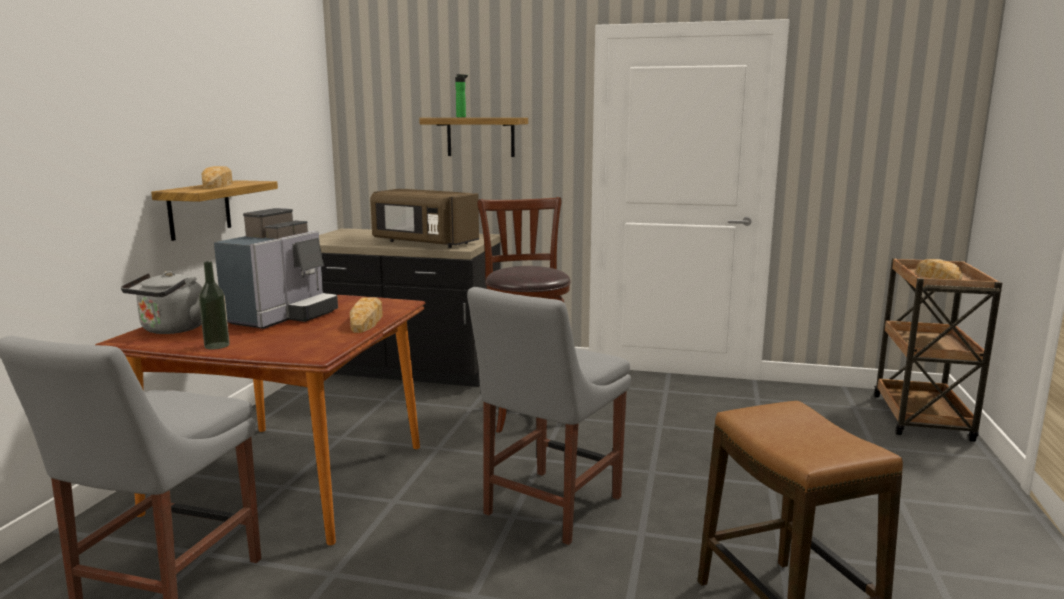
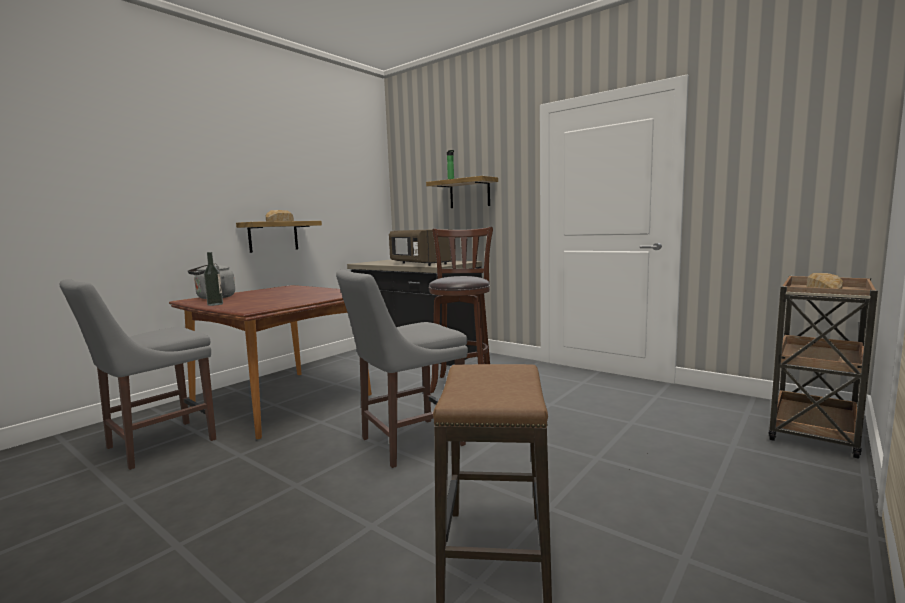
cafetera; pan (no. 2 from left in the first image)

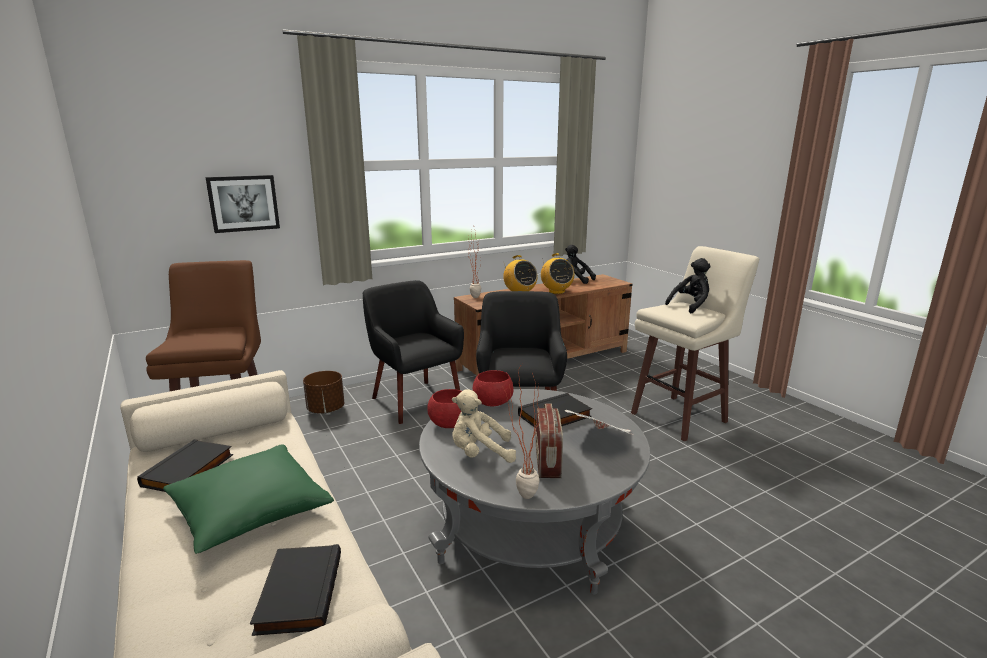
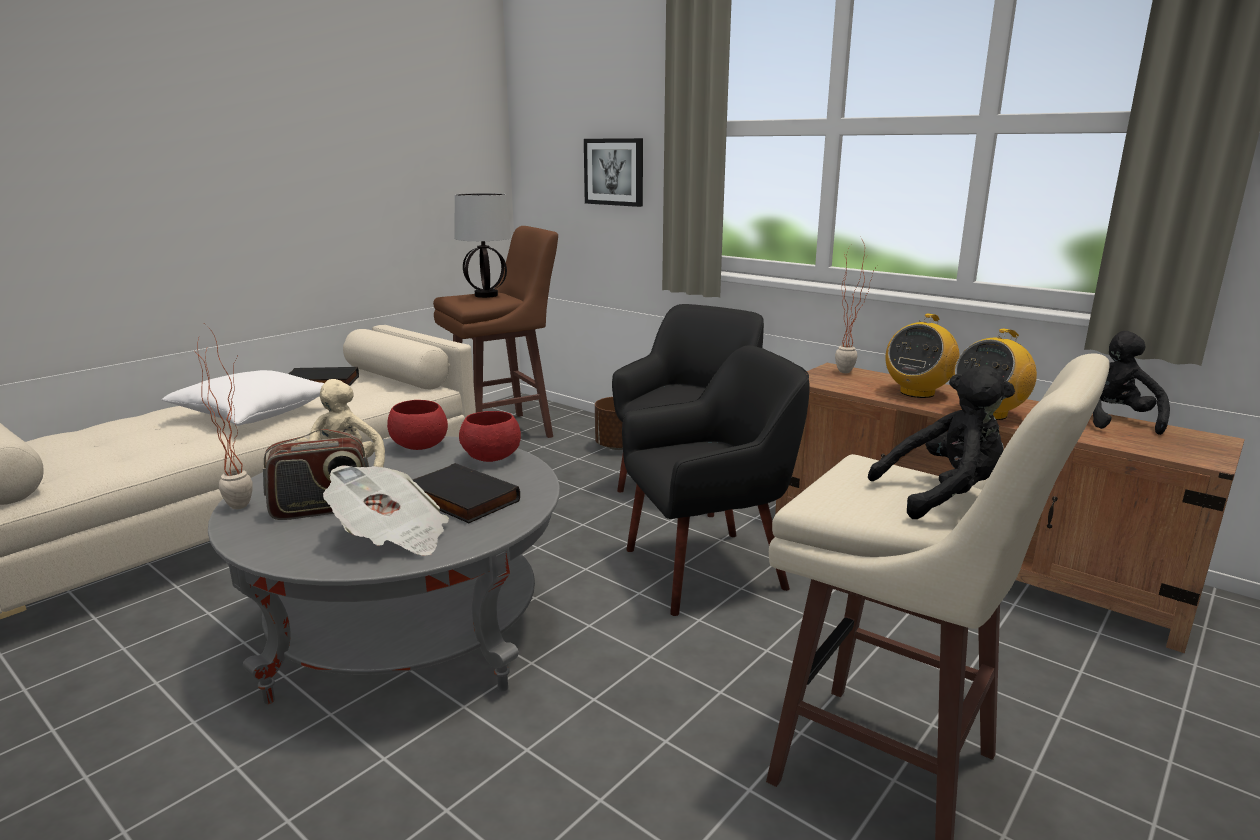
cojín [blanco]; lámpara de mesa; peluche [negro] (no. 1 from left); libro [negro] (no. 2 from left in the first image)

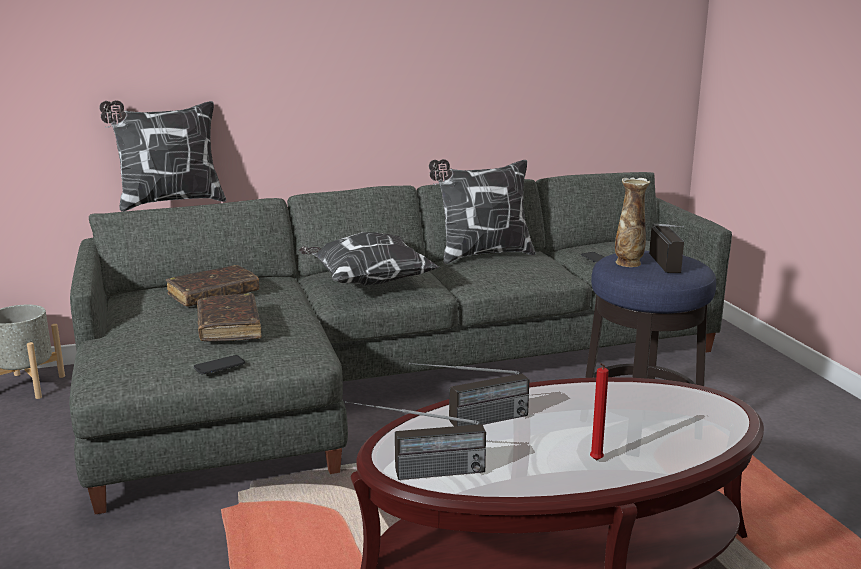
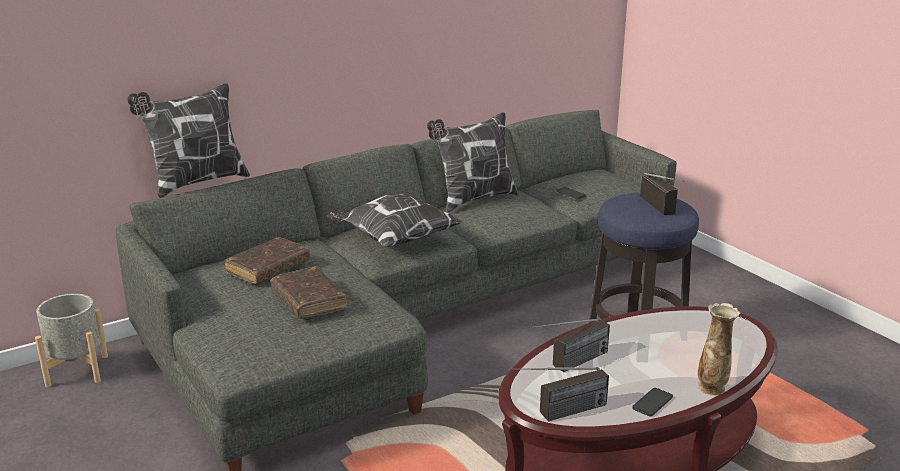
móvil (no. 2 from left); florero; vela [rojo]

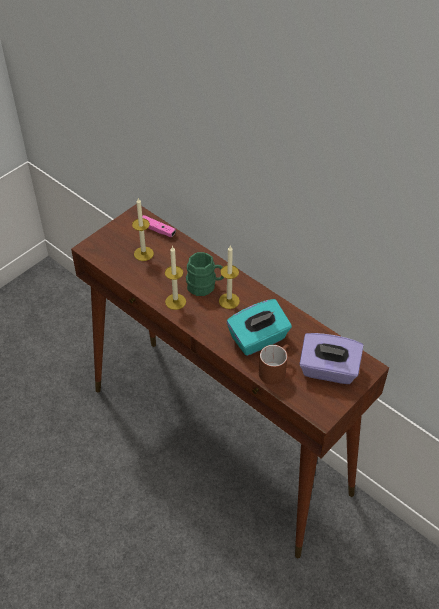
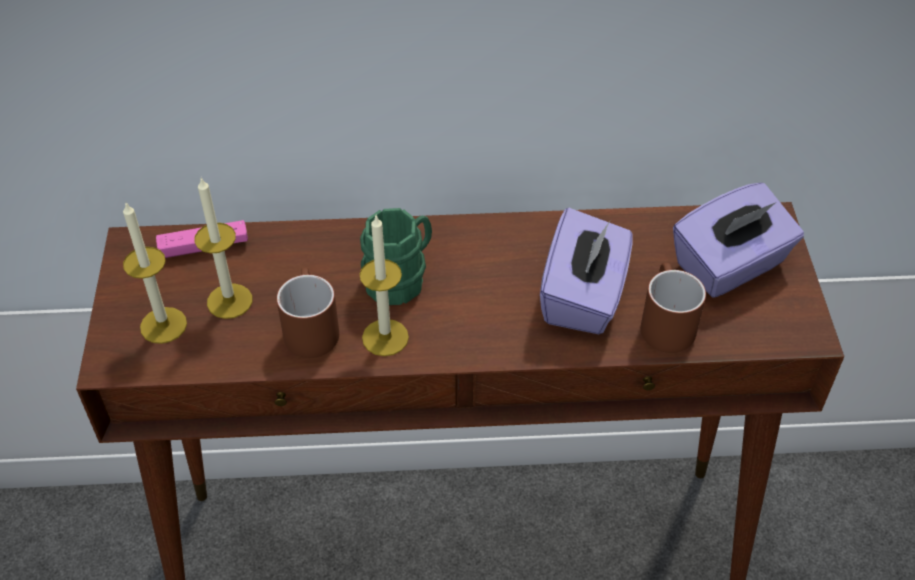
vela (no. 1 from left); taza grande [marrón] (no. 1 from left); caja de pañuelos [morado] (no. 1 from left)

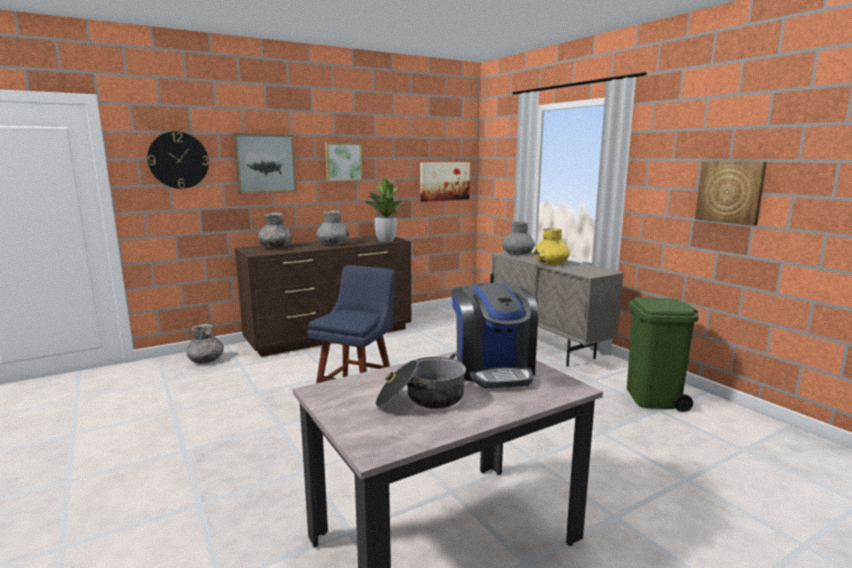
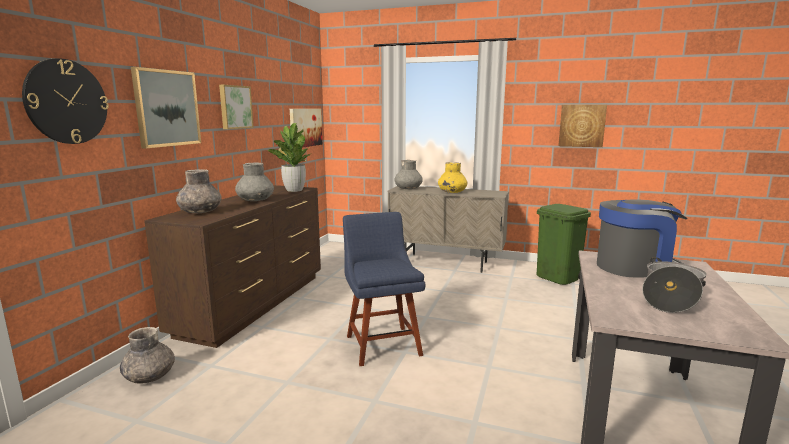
cafetera

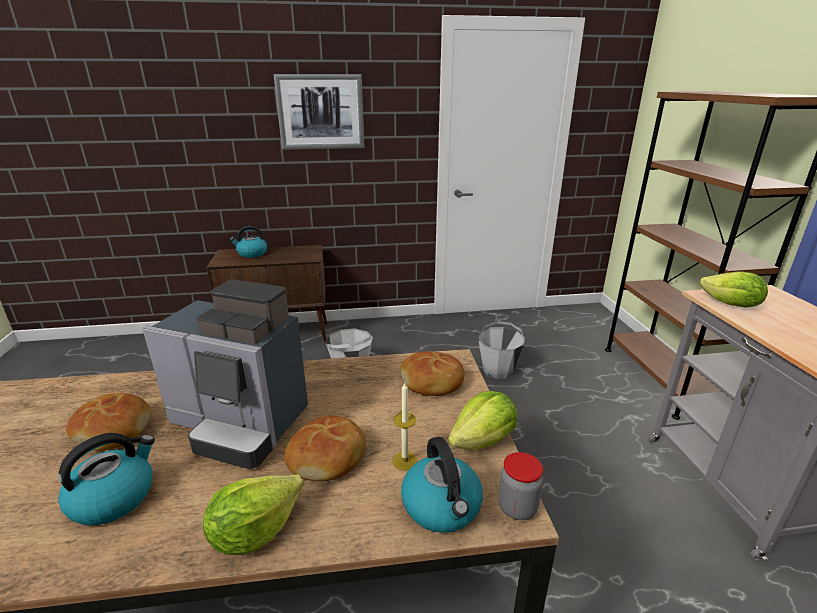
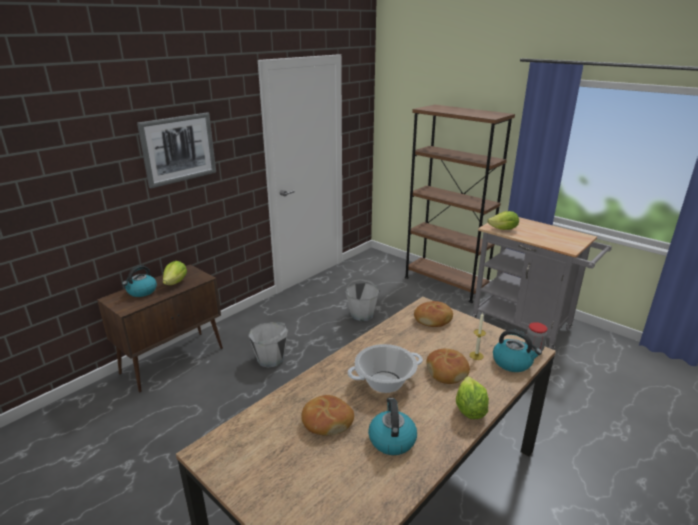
lechuga (no. 1 from left); olla

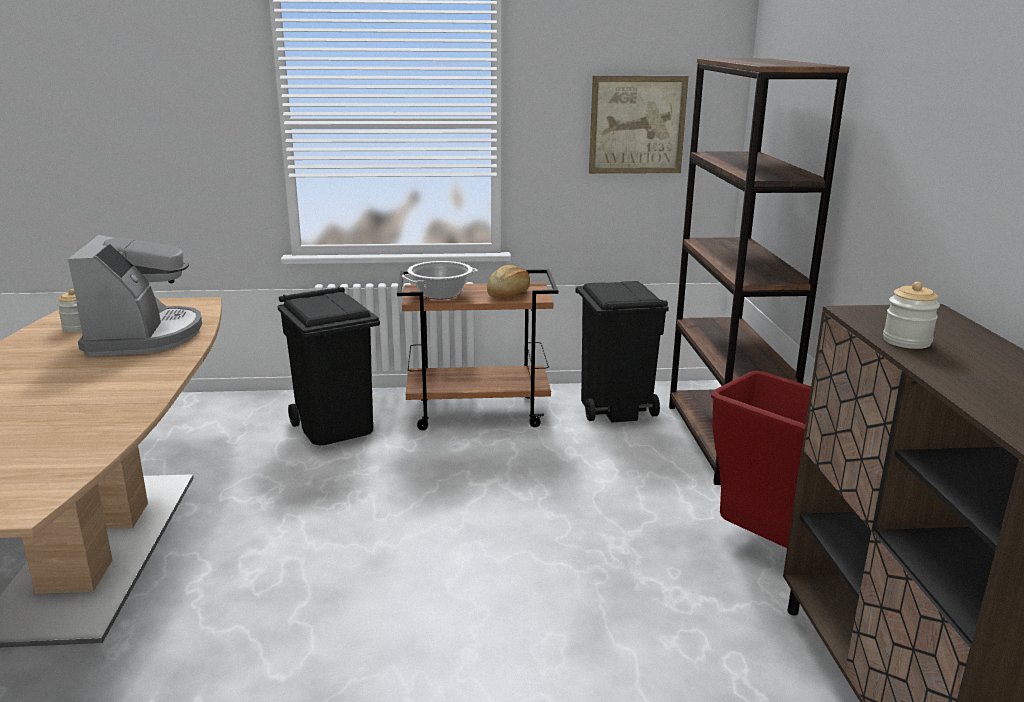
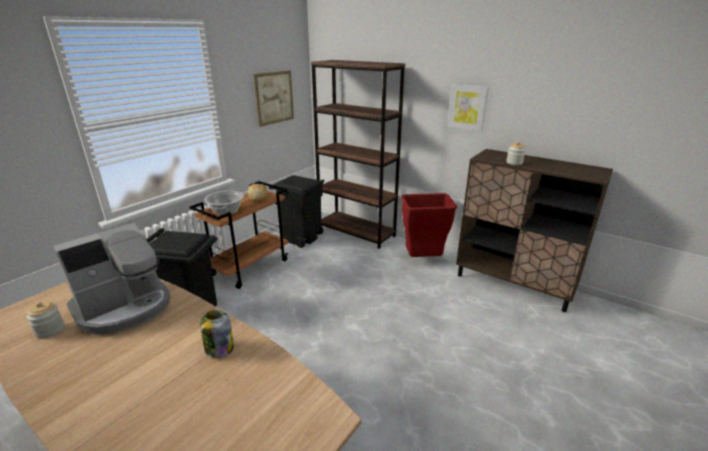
cafetera; tarro (no. 2 from left); cuadro (no. 2 from left)

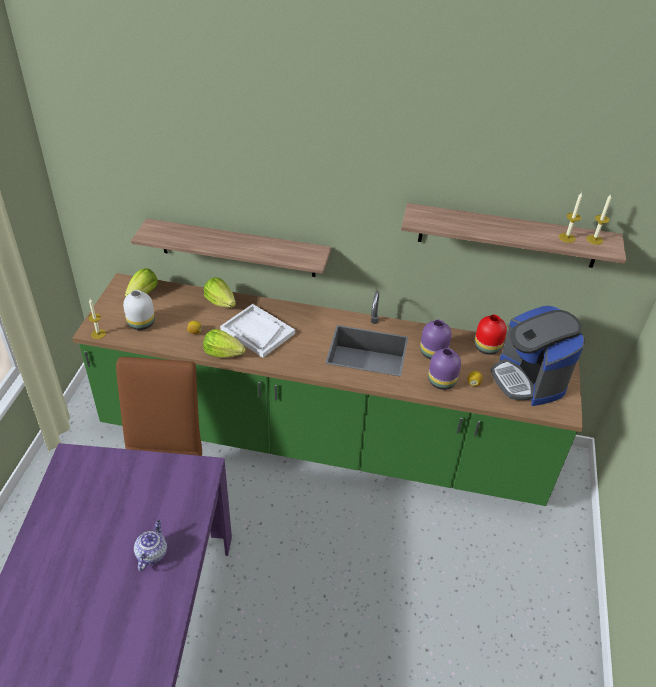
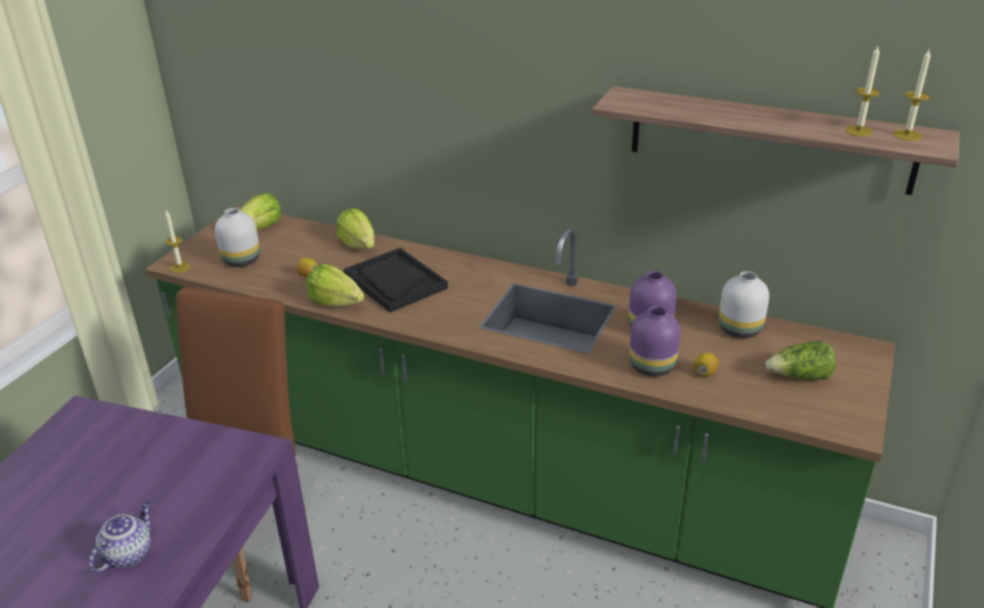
bandeja [negro]; florero [blanco] (no. 2 from left); lechuga (no. 4 from left); estante (no. 1 from left in the first image)

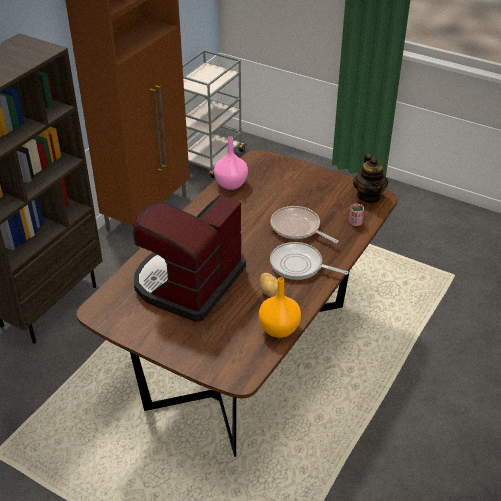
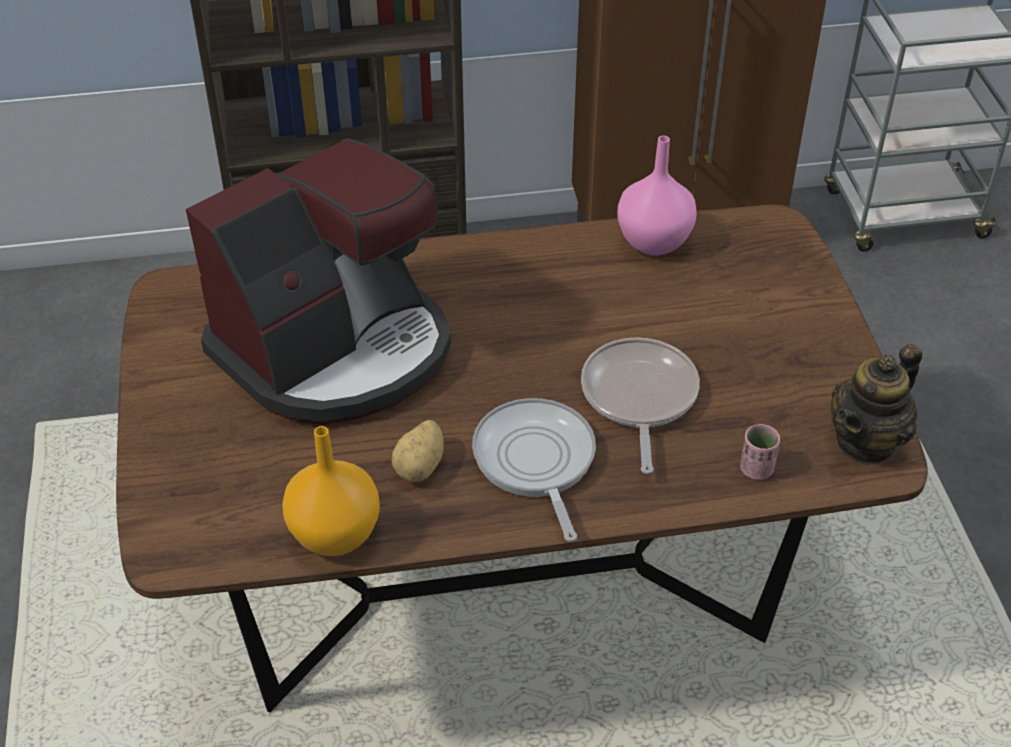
cafetera

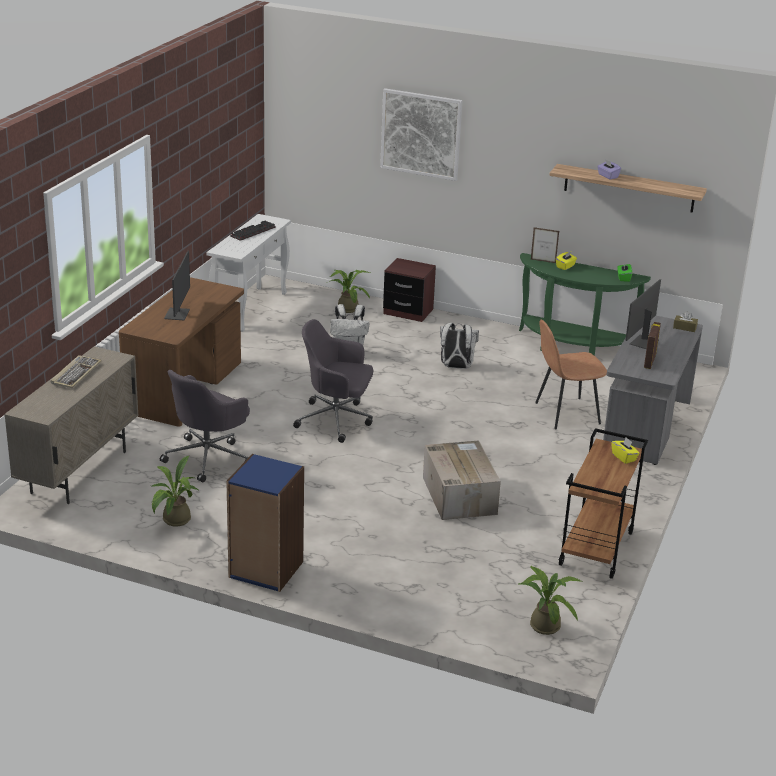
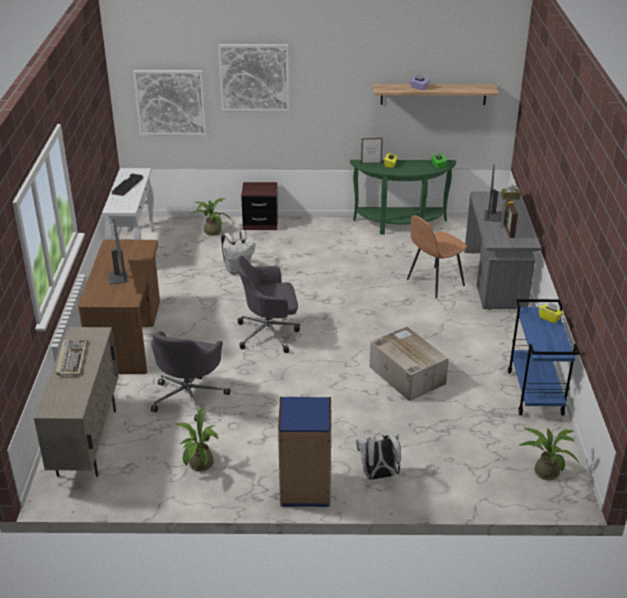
cuadro (no. 1 from left); mochila [blanco] (no. 2 from left); carrito [azul]

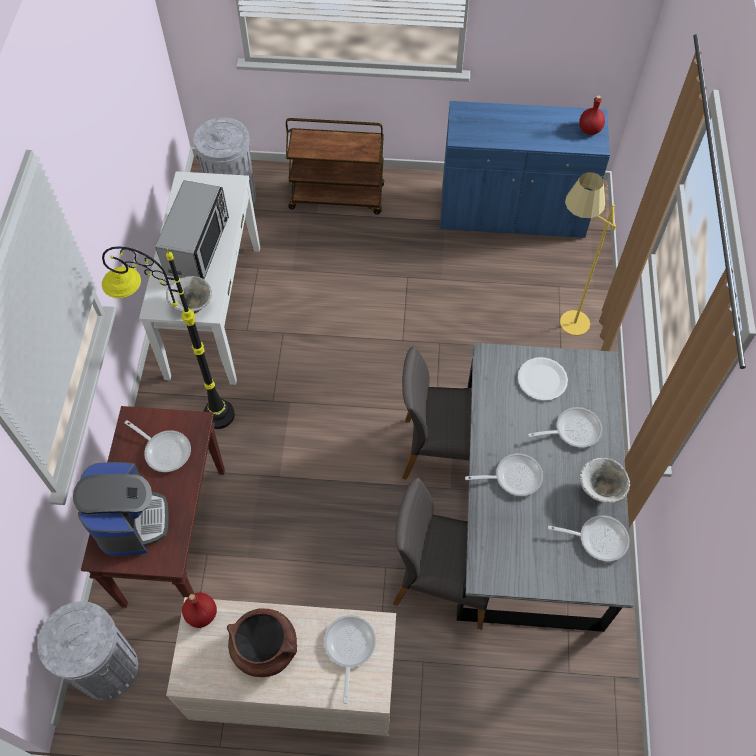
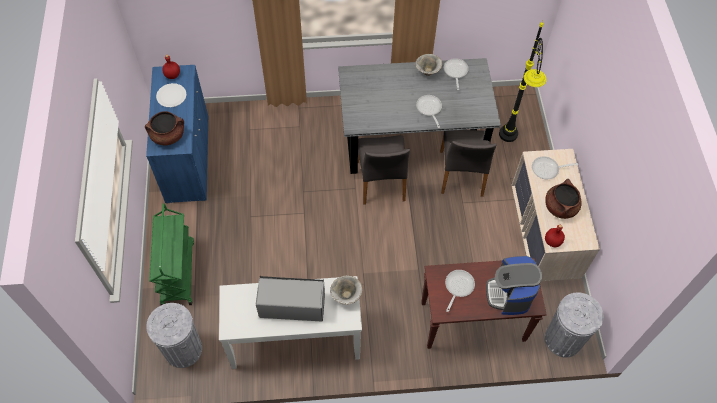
olla [marrón] (no. 1 from left); carrito [verde]; plato [blanco]; cafetera; lámpara de pie [negro]; sartén (no. 4 from left in the first image); lámpara de pie [amarillo]

